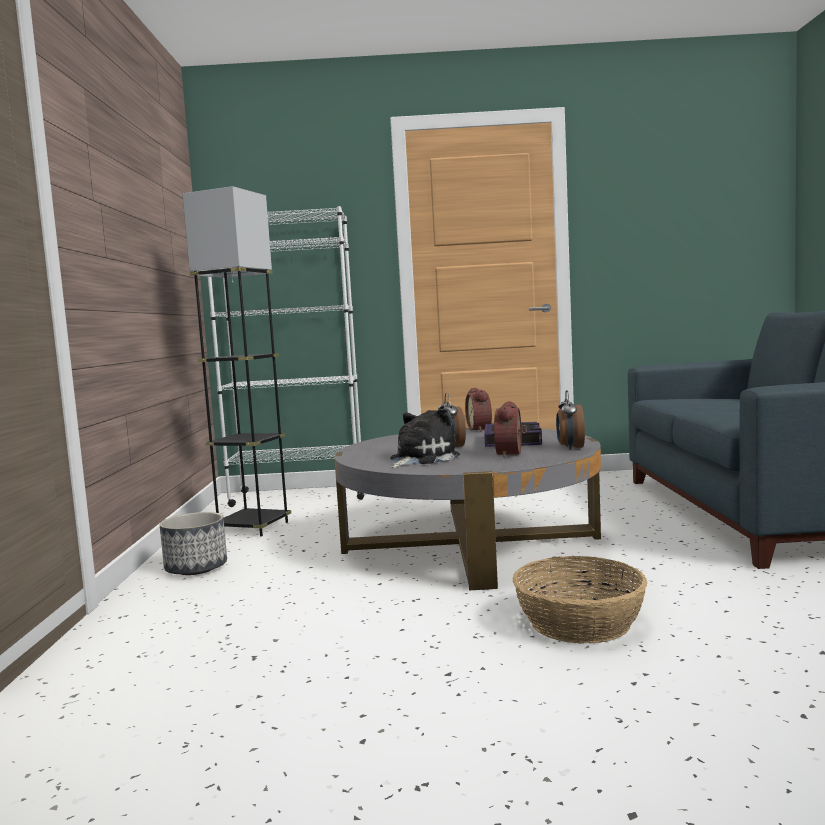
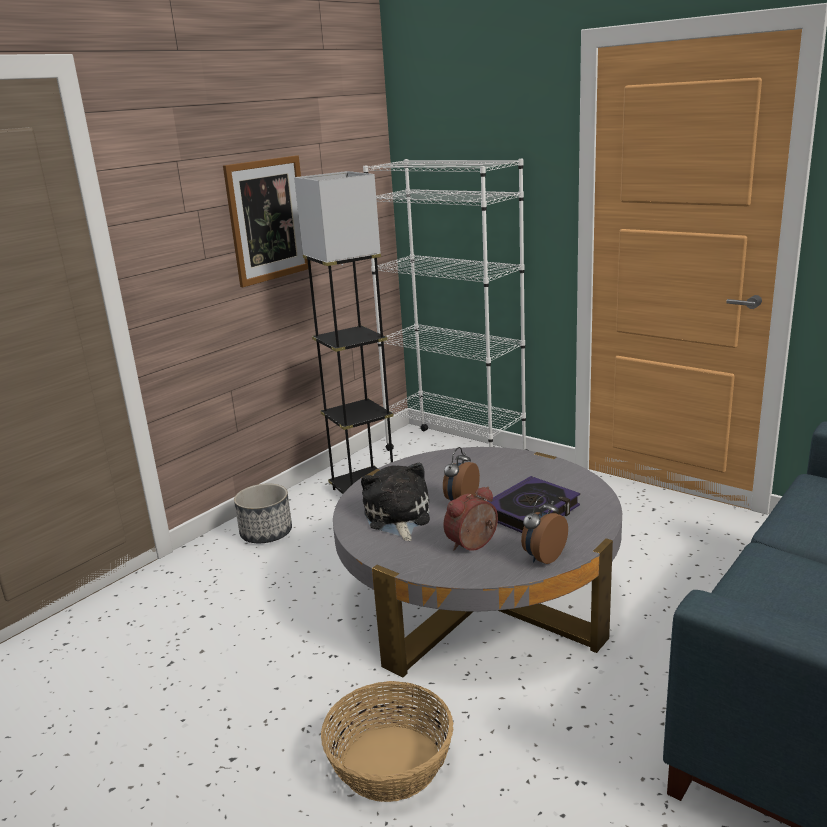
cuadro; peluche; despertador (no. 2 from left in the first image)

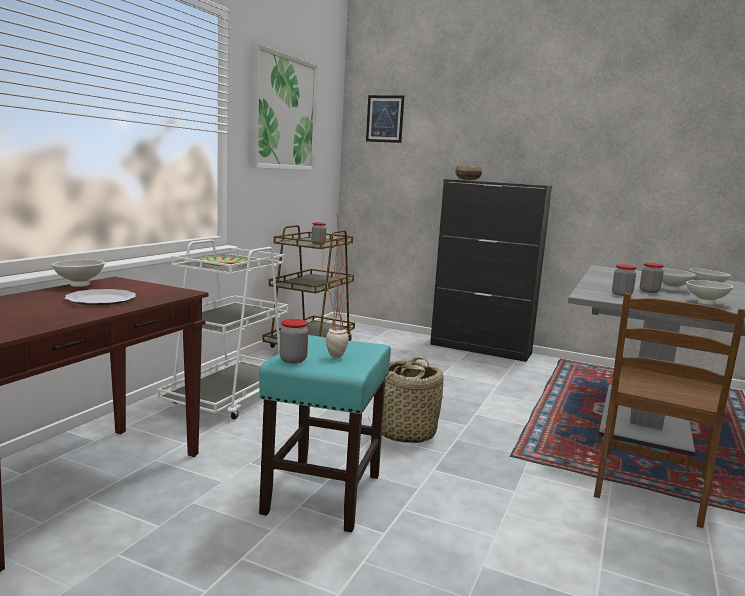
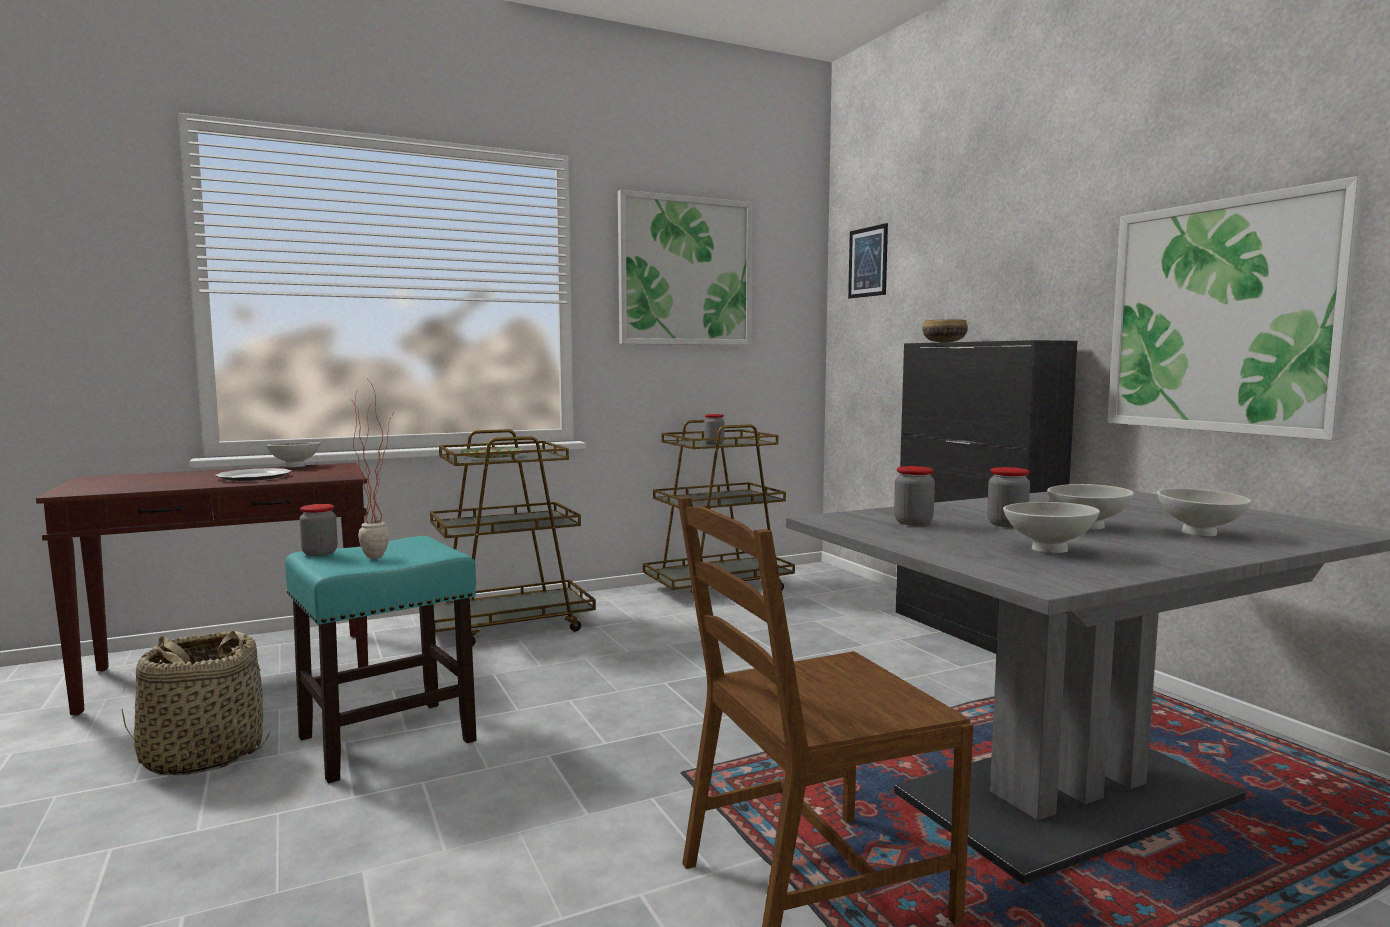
cesta; carrito [marrón] (no. 1 from left); cuadro (no. 3 from left)

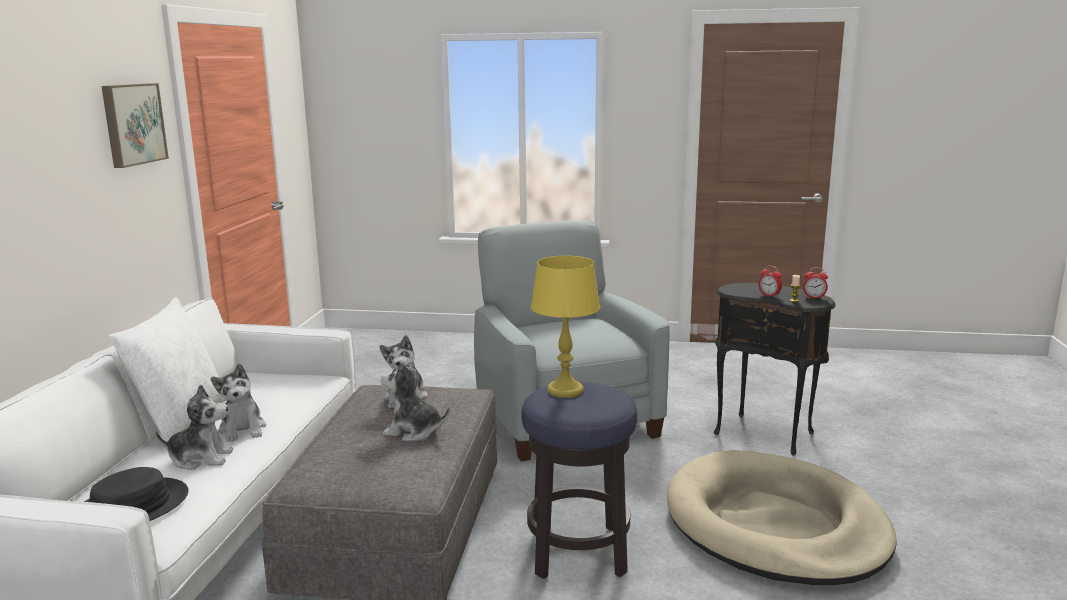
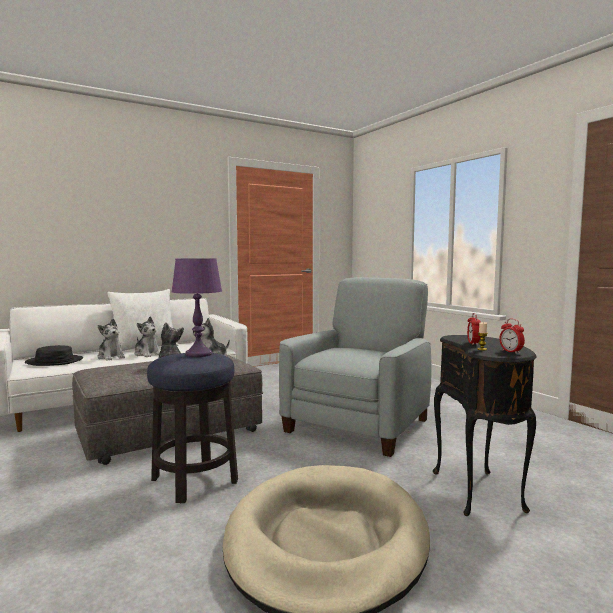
peluche (no. 2 from left); lámpara de mesa [morado]; cuadro

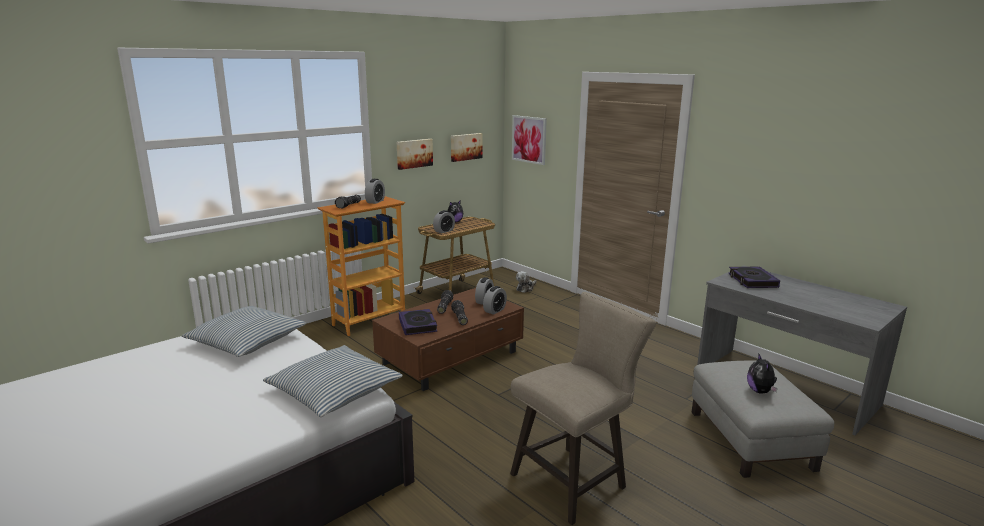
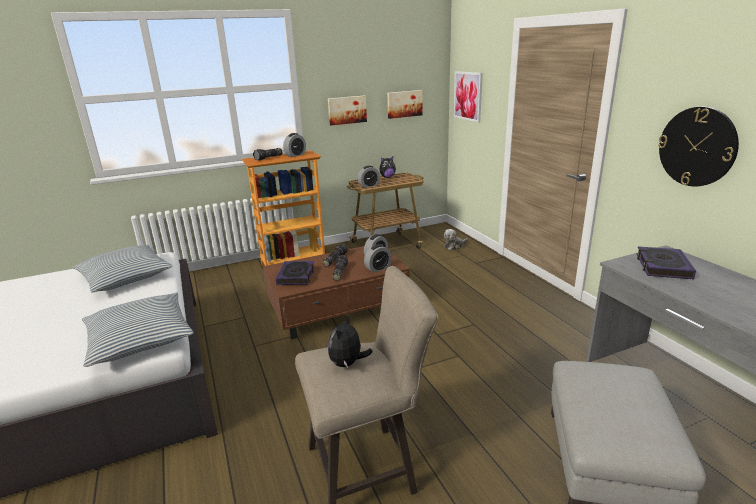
peluche (no. 1 from left); reloj de pared

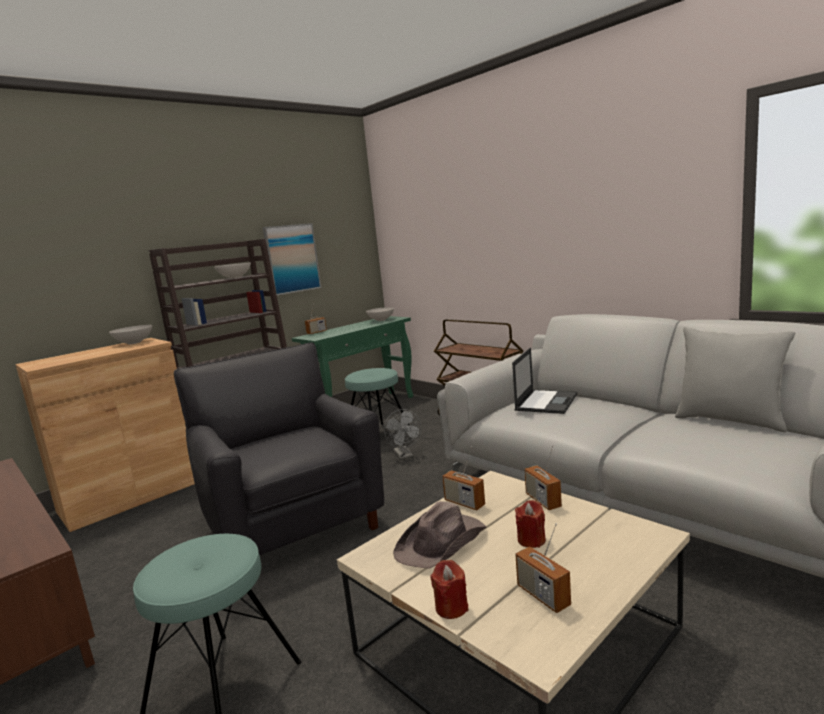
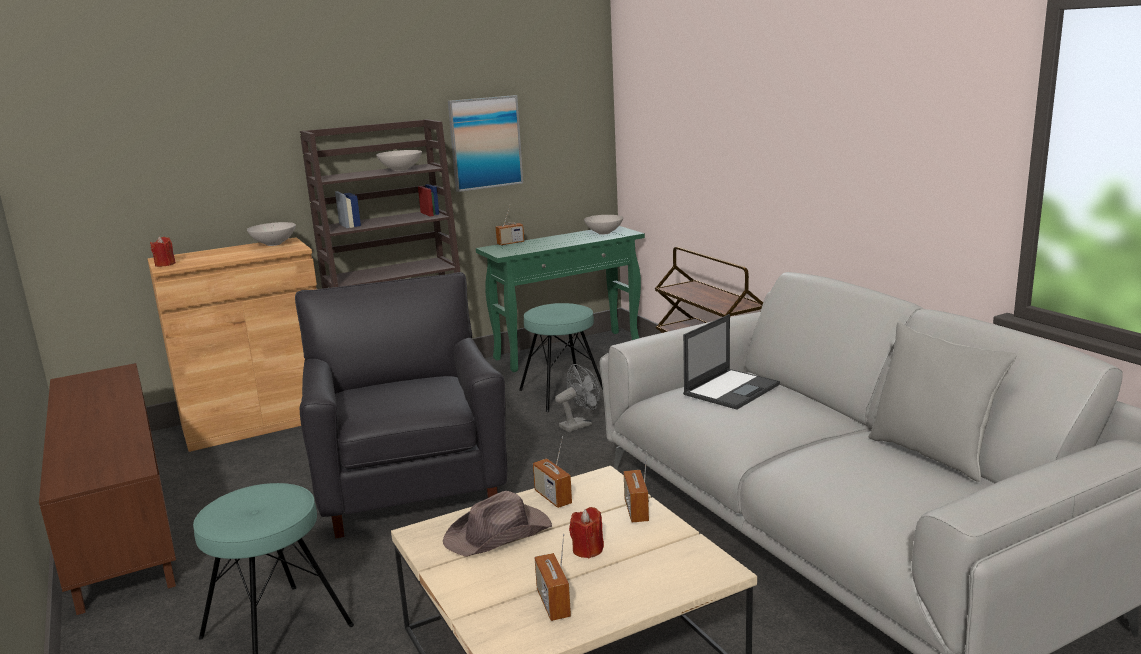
vela [rojo] (no. 1 from left); ventilador [gris]

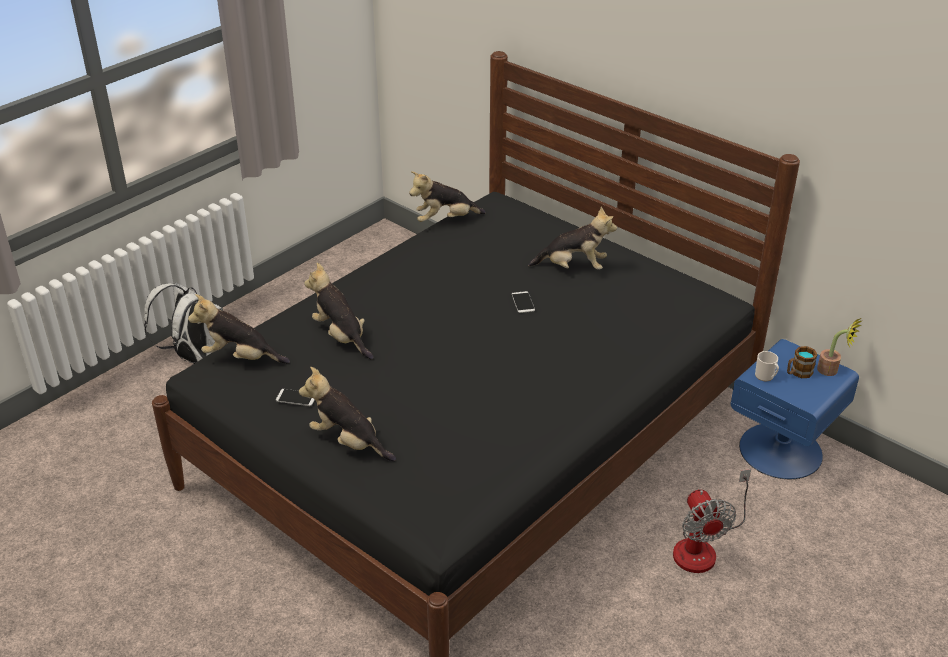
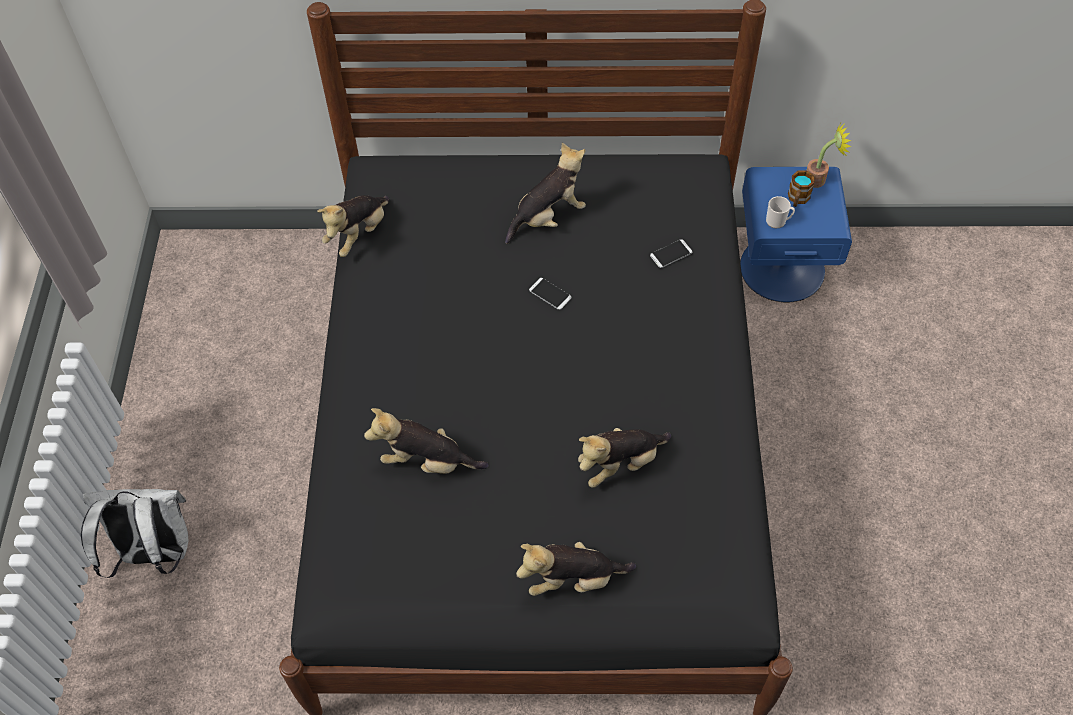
peluche (no. 5 from left); móvil (no. 2 from left); ventilador

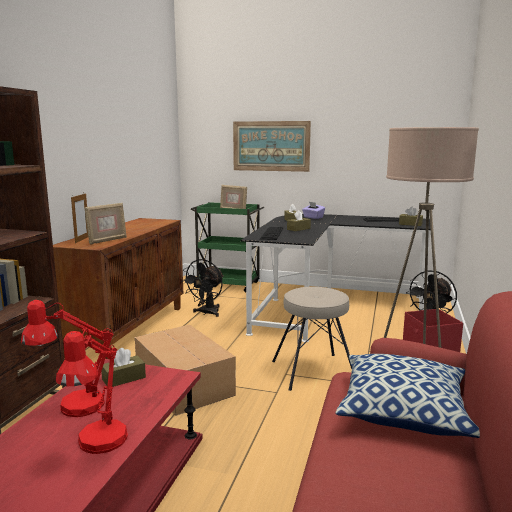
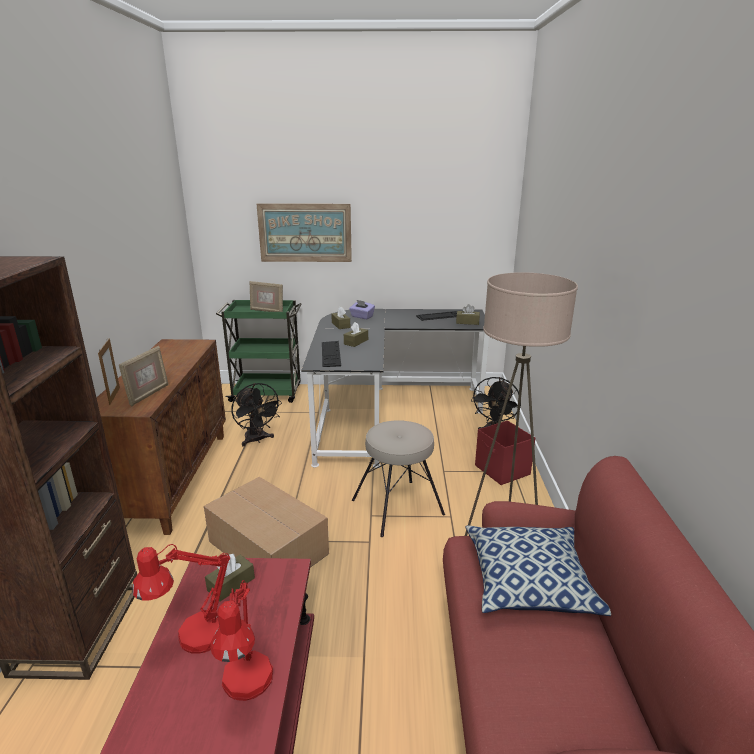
ventilador [negro] (no. 1 from left)

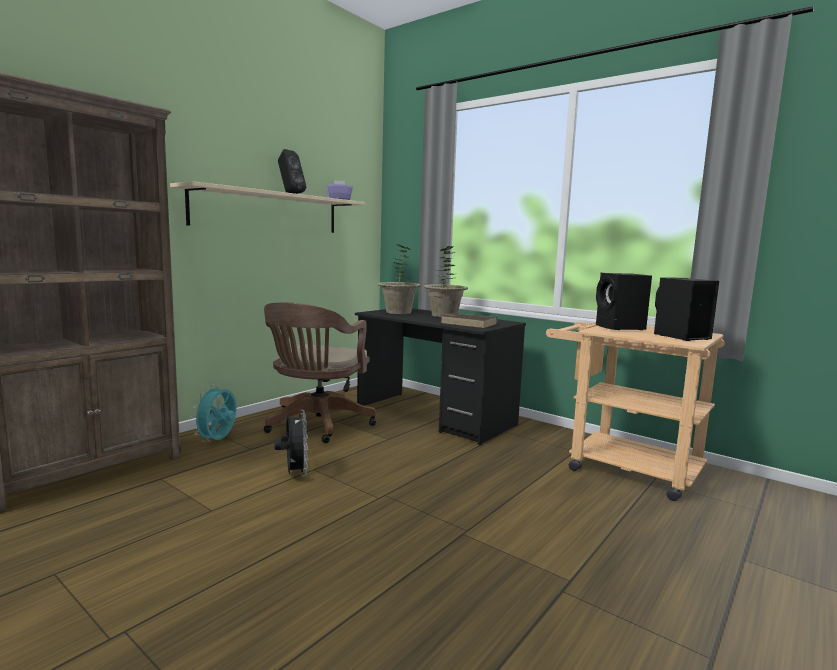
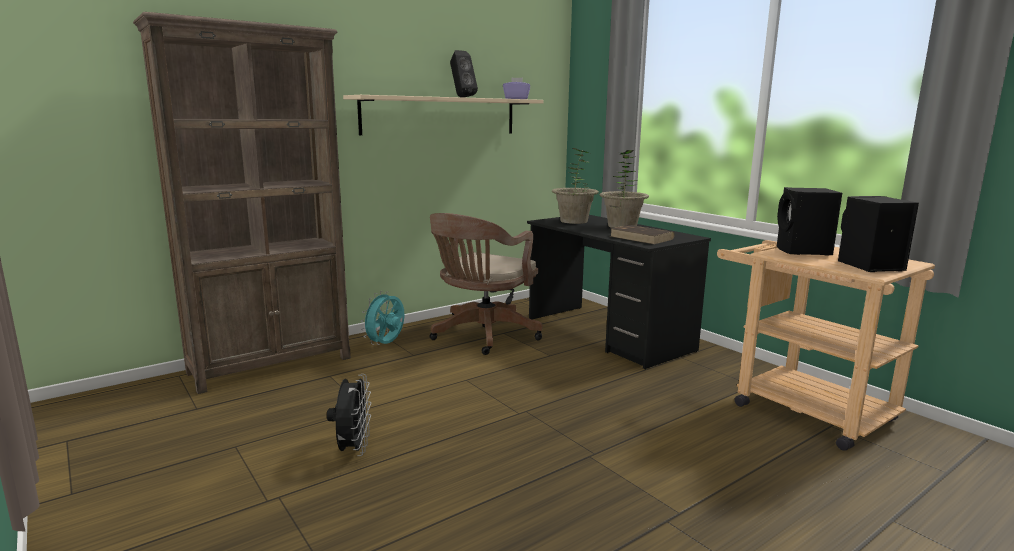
ventilador [negro]

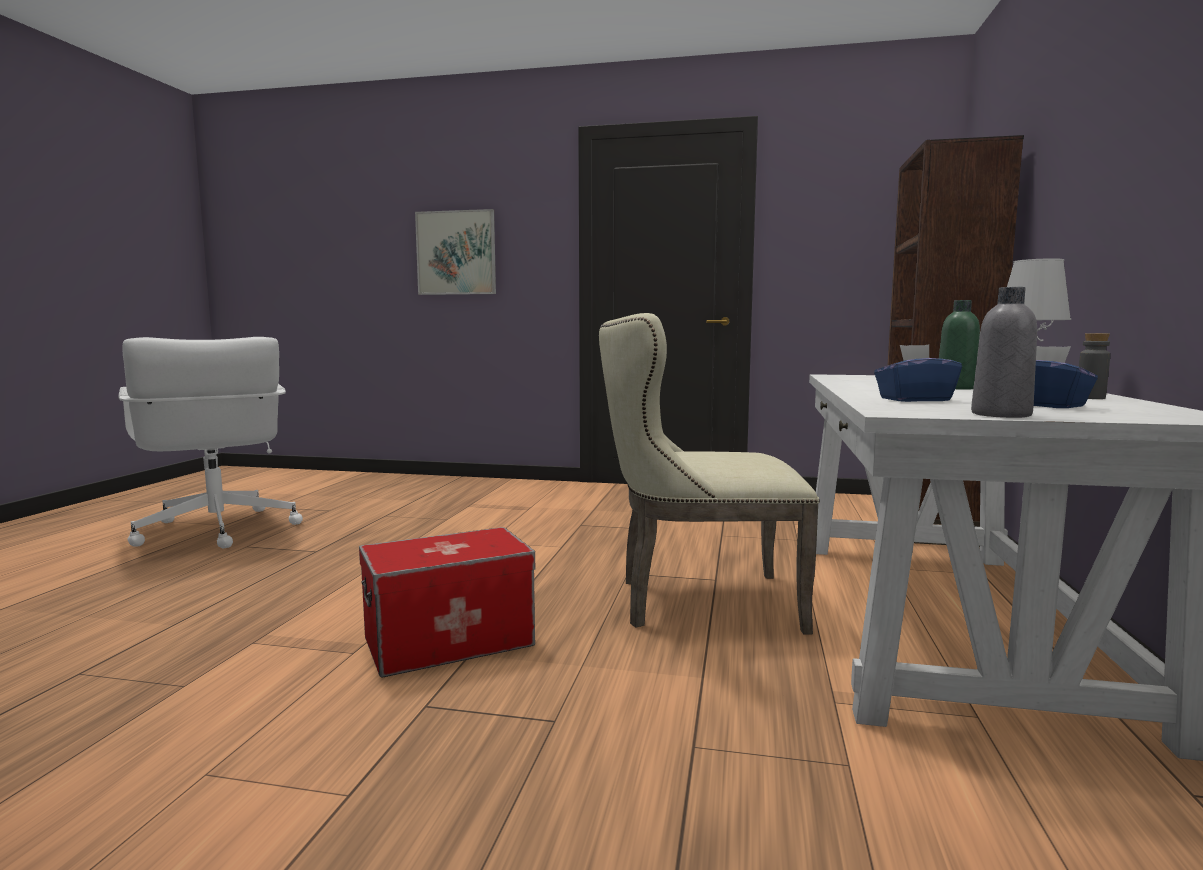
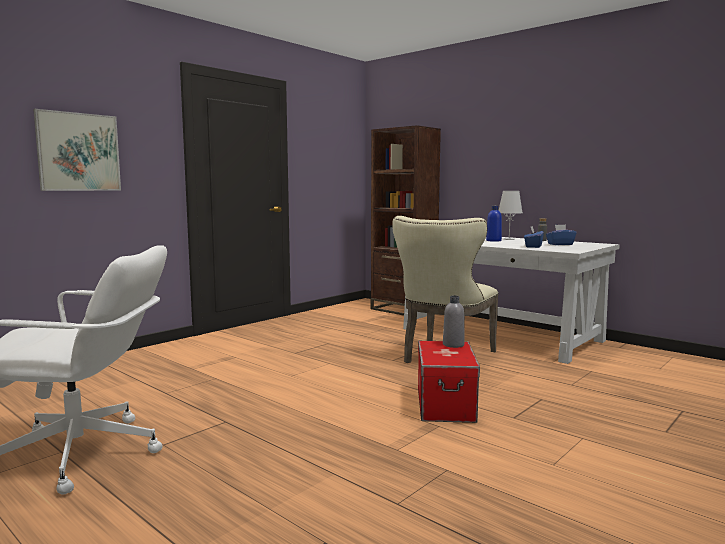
botella [gris] (no. 1 from left); botella [azul]

